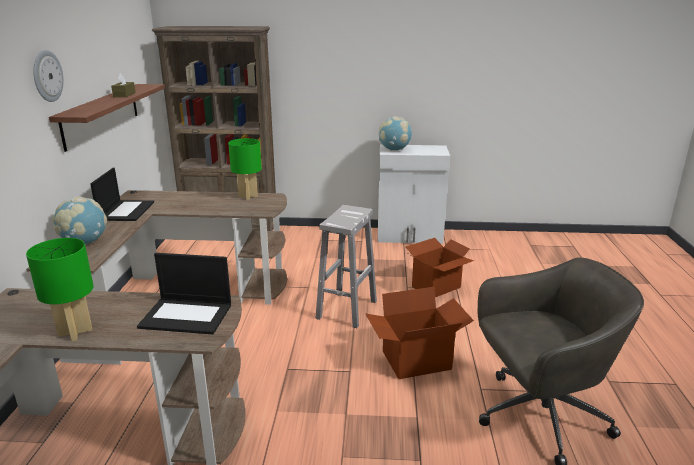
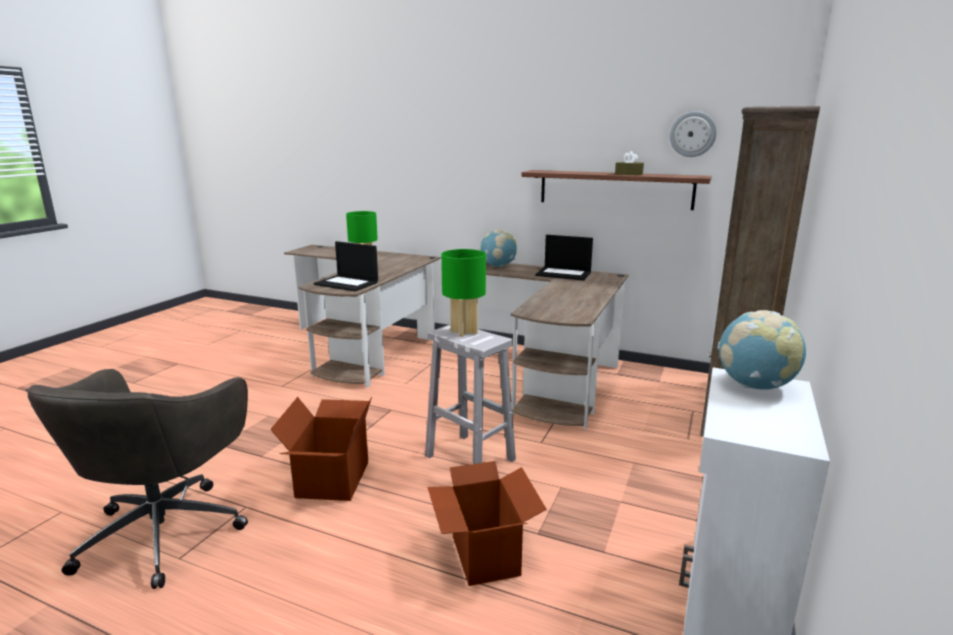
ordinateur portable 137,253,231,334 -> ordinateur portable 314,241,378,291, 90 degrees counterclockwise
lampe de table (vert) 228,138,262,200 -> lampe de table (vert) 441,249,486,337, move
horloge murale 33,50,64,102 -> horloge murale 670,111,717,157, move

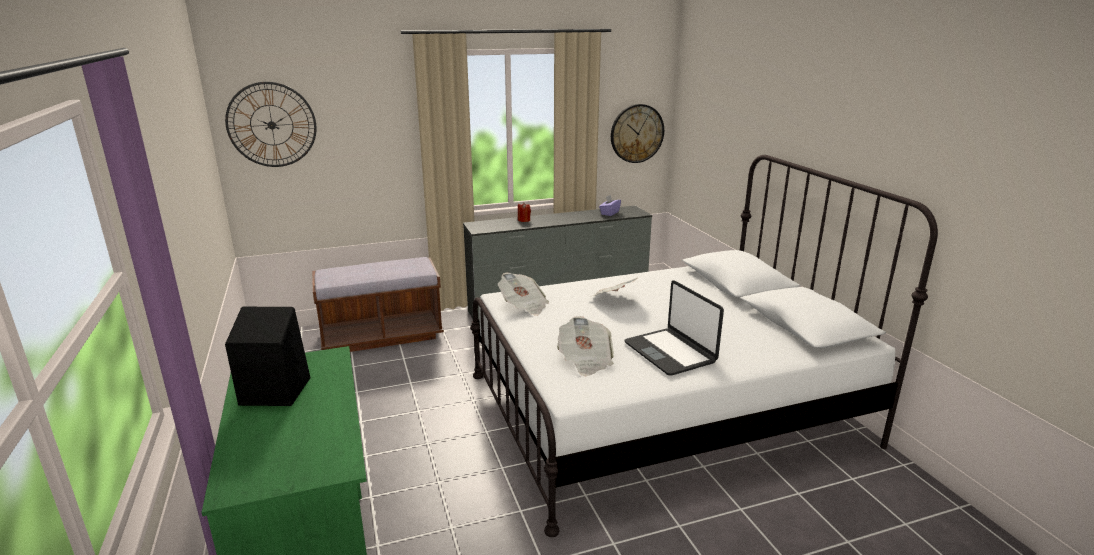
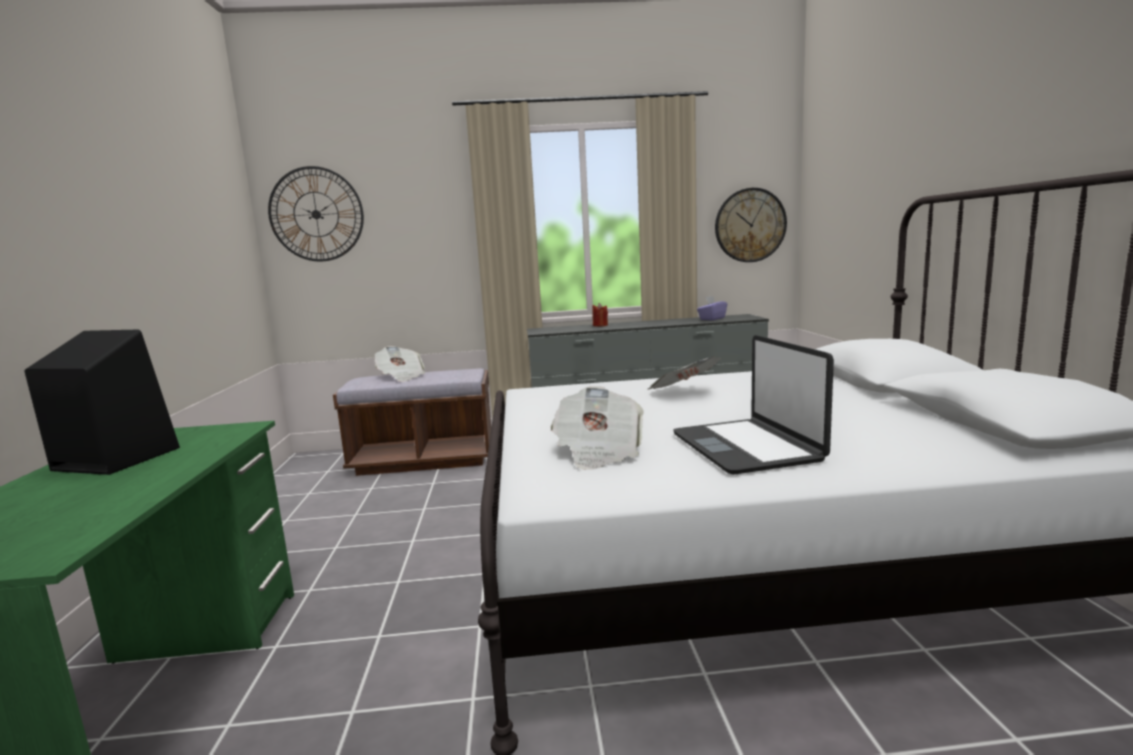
journal 498,272,549,316 -> journal 375,346,425,382, move

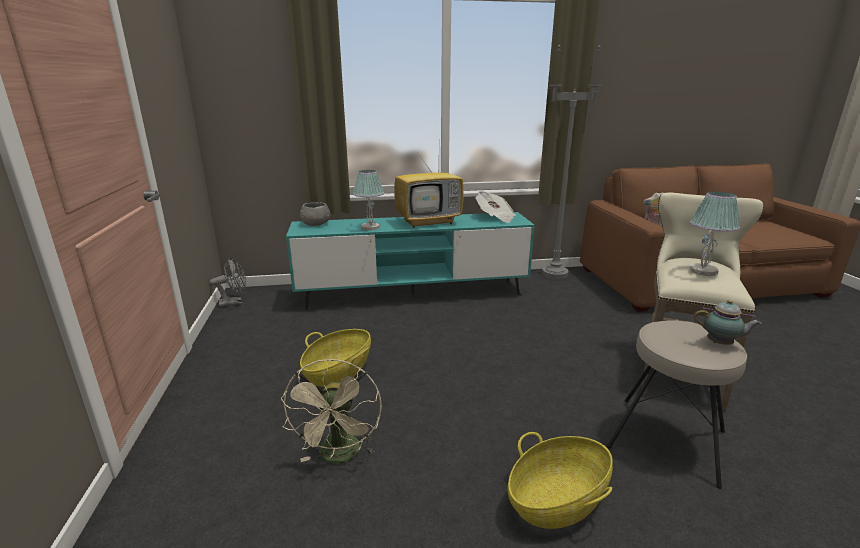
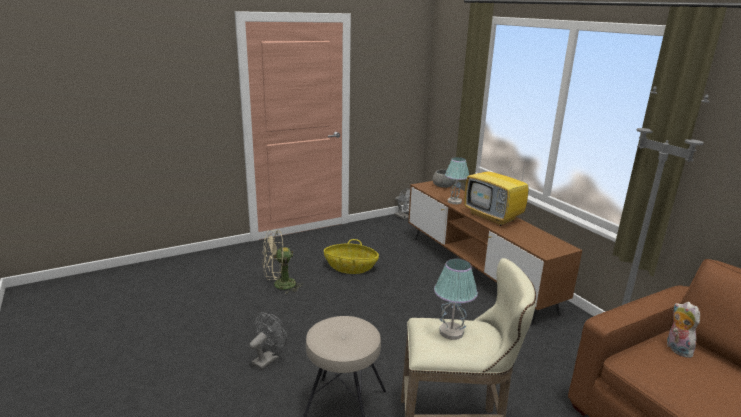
panier 507,432,613,529 -> ventilateur (gris) 249,312,287,370
meuble télé (turquoise) 286,212,535,310 -> meuble télé (marron) 408,181,583,324
journal 475,191,516,223 -> none
théière 694,300,762,345 -> none

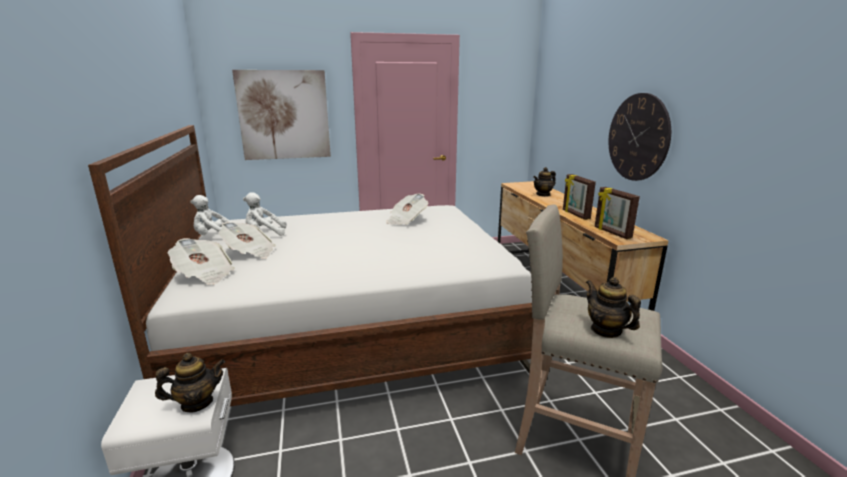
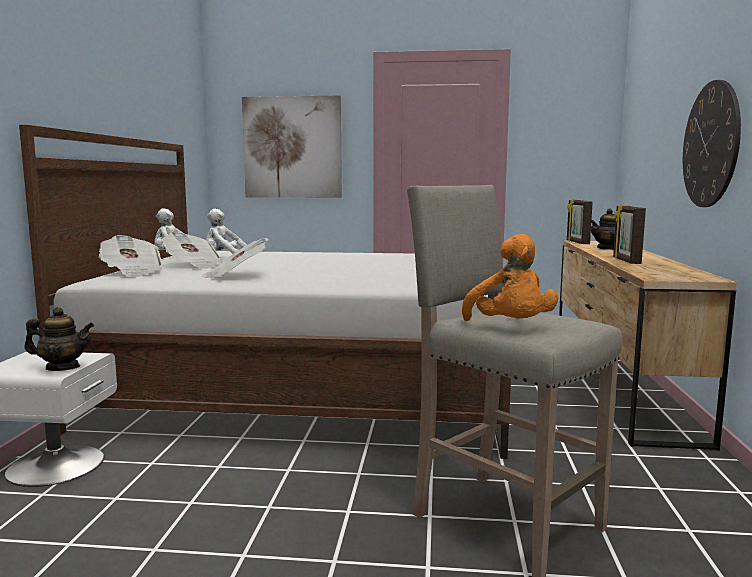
journal 386,193,428,225 -> journal 202,238,269,278, move
théière 586,277,641,338 -> peluche (orange) 462,234,558,321
cadre photo 595,187,640,239 -> cadre photo 567,199,593,244, move

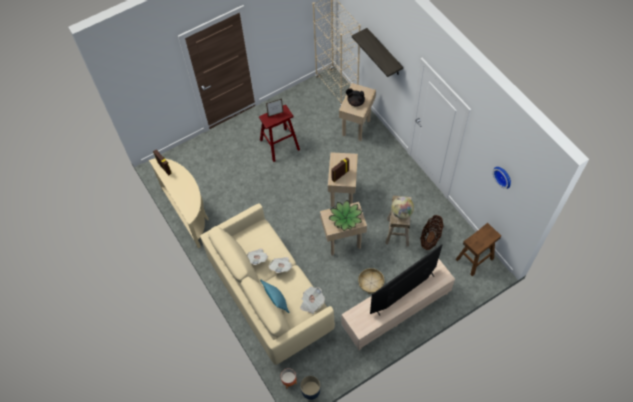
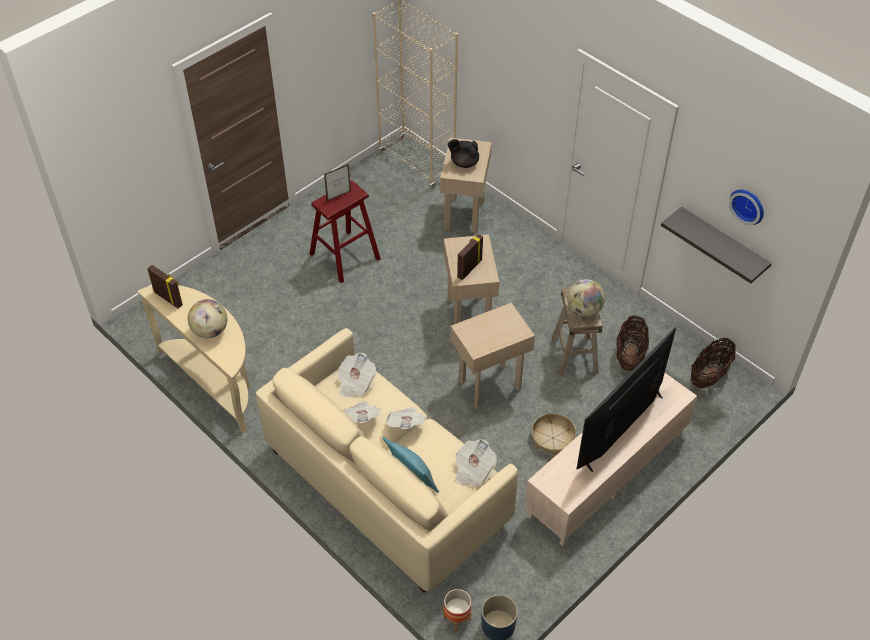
none -> globe 188,299,227,338
none -> journal 337,353,376,397
étagère 352,28,403,77 -> étagère 661,207,772,283, move
tabouret (marron) 455,223,501,276 -> panier 691,338,736,389
plante en pot 328,200,362,231 -> none

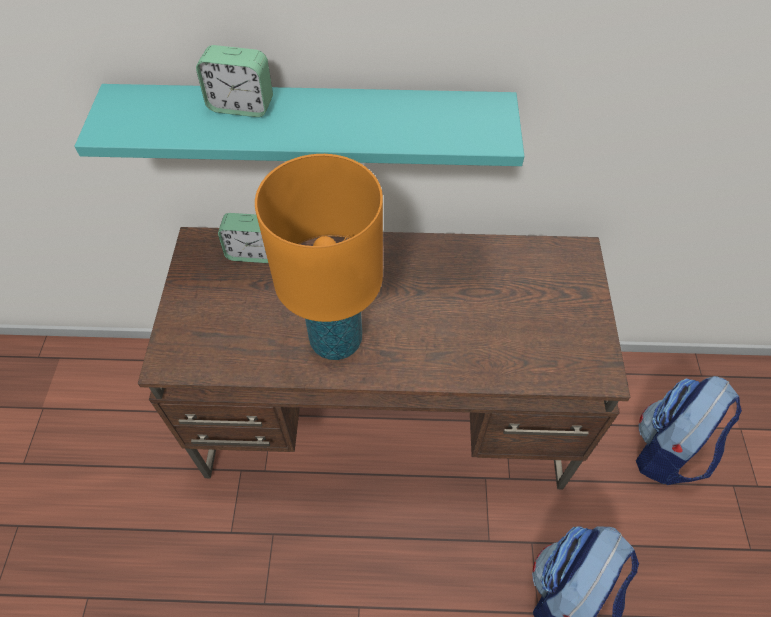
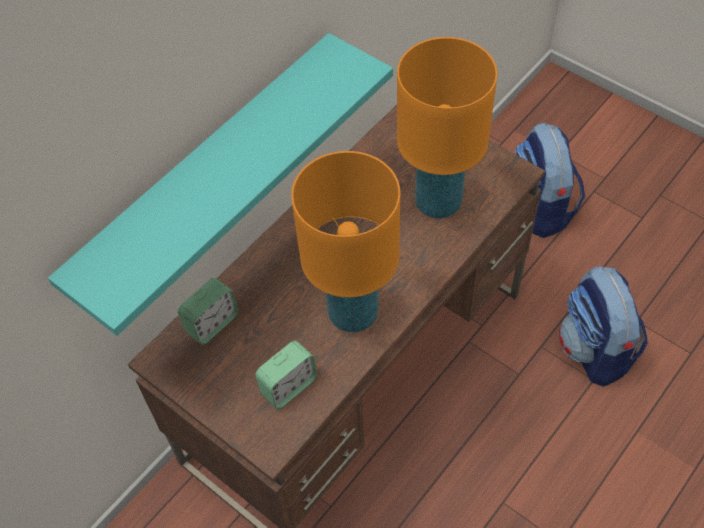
réveil 196,45,273,117 -> réveil 255,341,317,409, move
none -> lampe de table (orange) 397,37,497,219

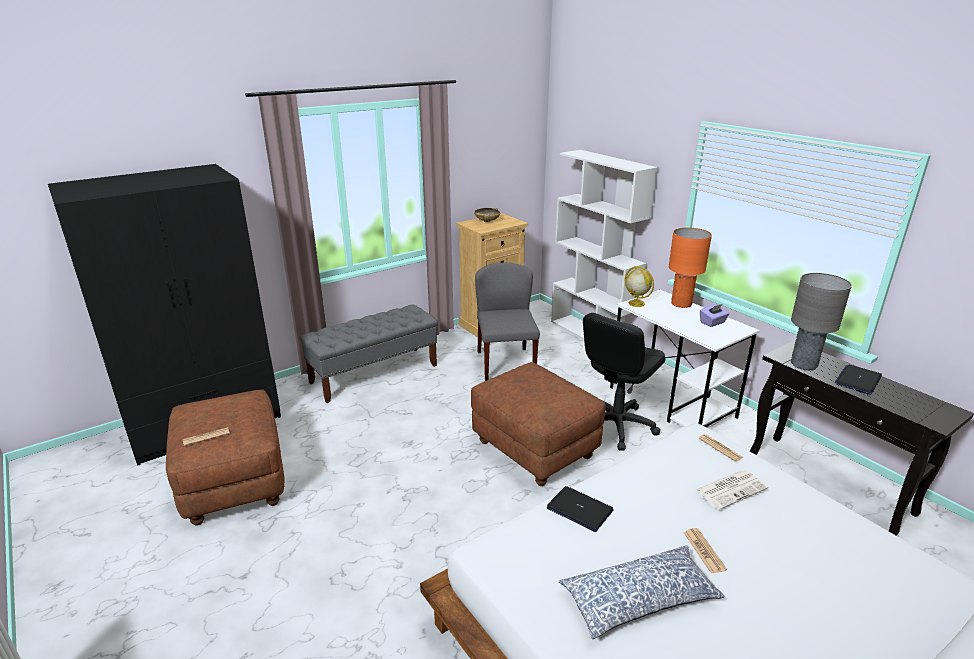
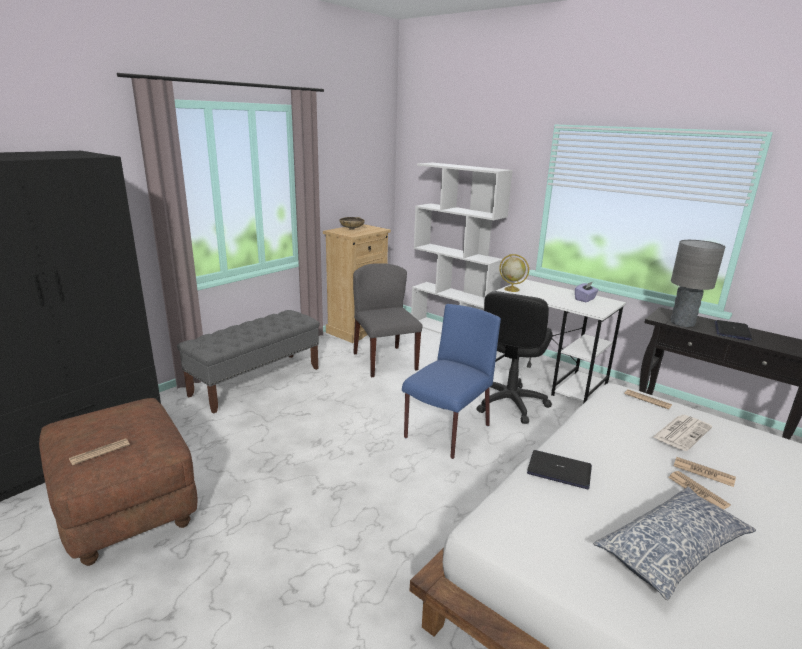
pouf (marron) 471,362,606,486 -> chaise (bleu) 402,304,501,459
none -> journal 674,457,736,487
lampe de table (orange) 669,227,712,308 -> none

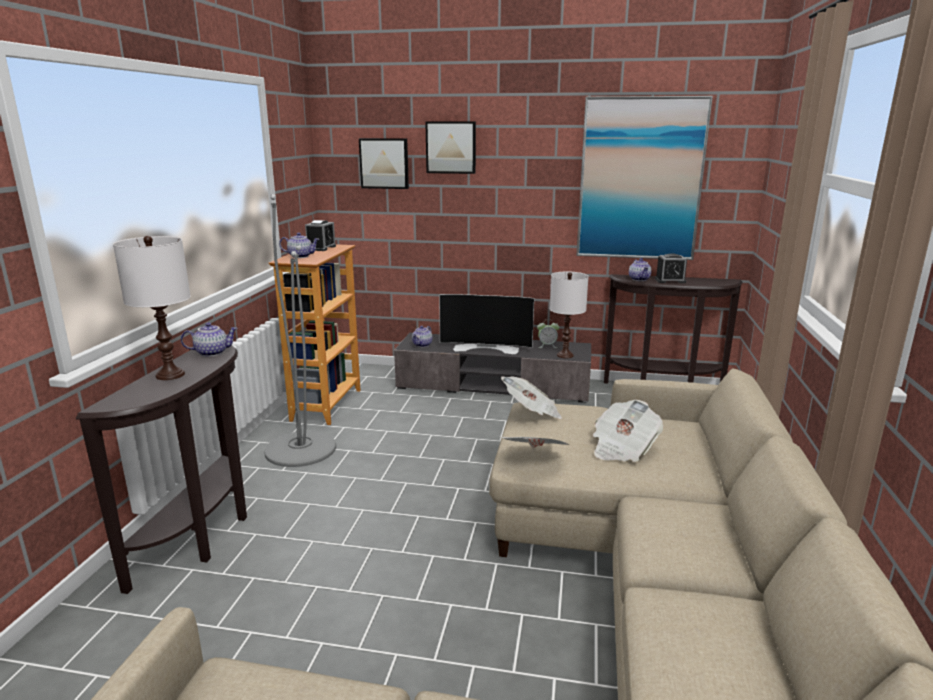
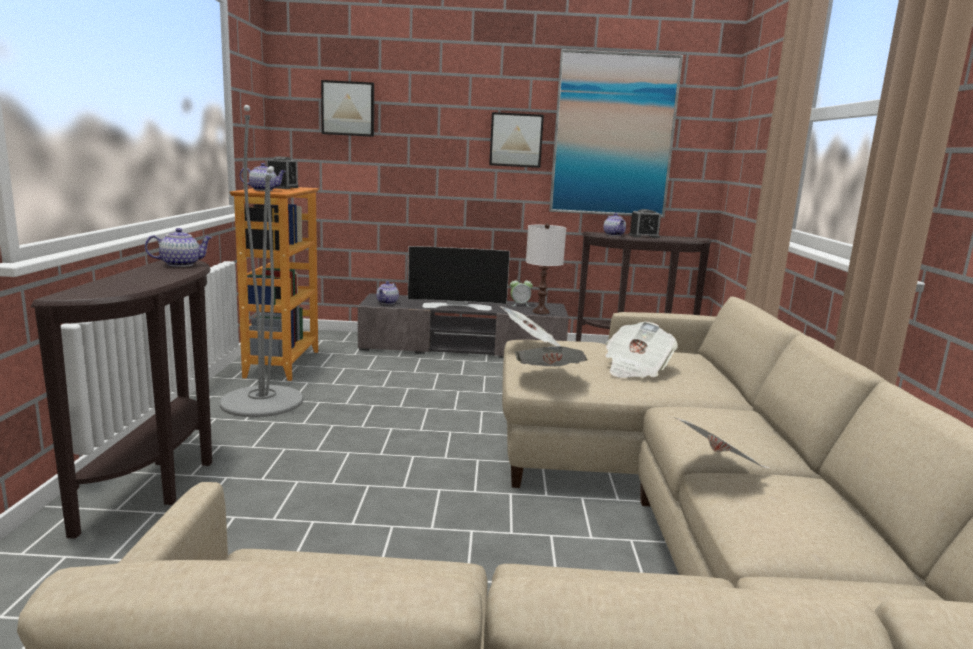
tableau 425,122,476,174 -> tableau 489,112,544,168, move
none -> journal 669,416,769,469
lampe de table (blanc) 113,236,191,380 -> none

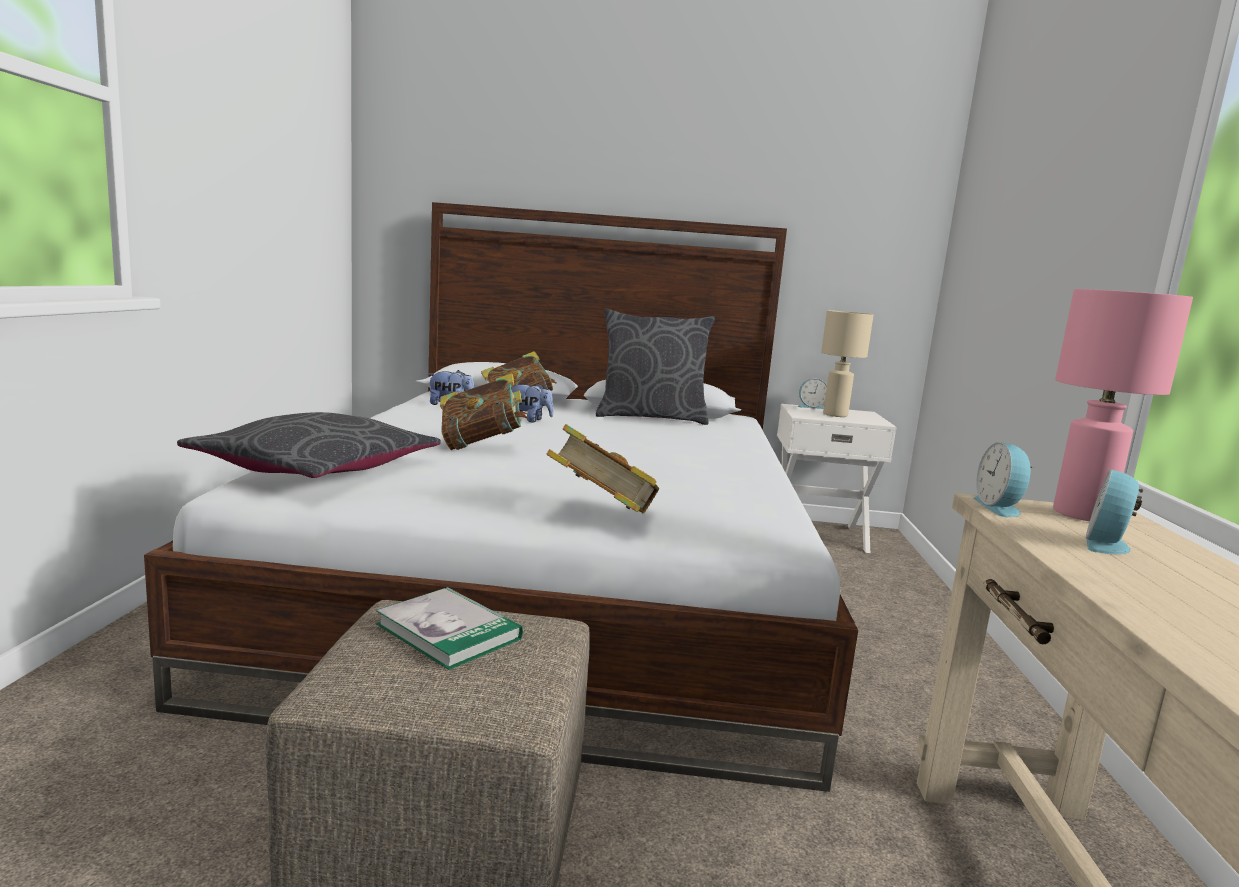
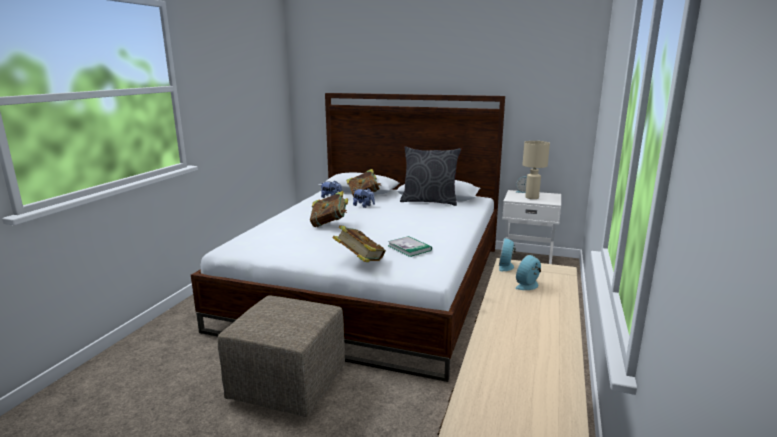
livre 376,587,523,670 -> livre 388,236,432,257, move
coussin (gris) 177,412,441,478 -> none
lampe de table (rose) 1053,289,1193,521 -> none

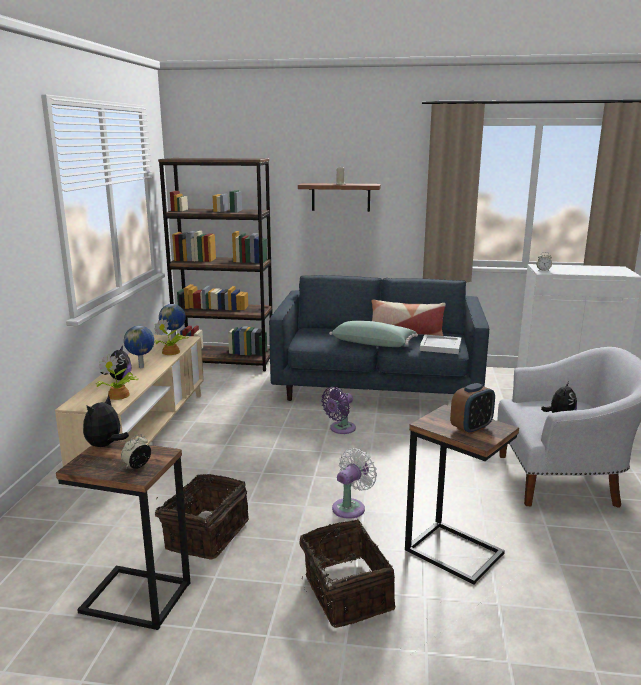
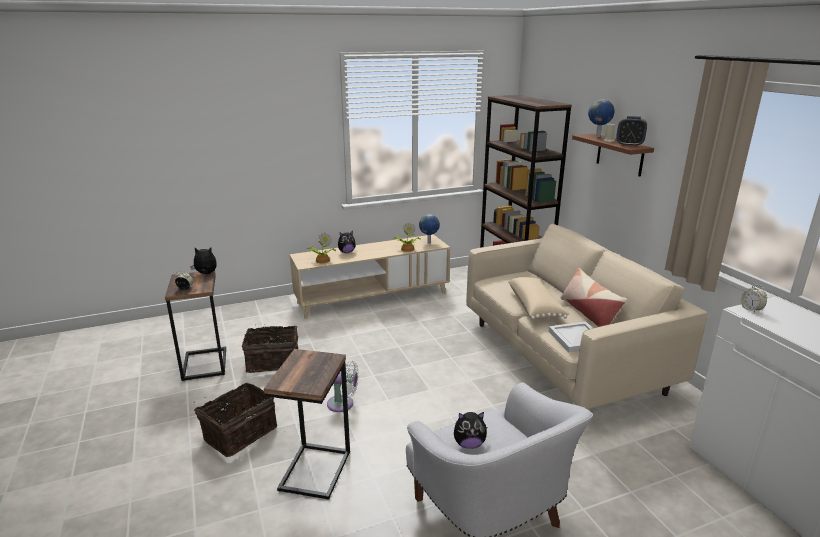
canapé (bleu) 269,275,489,401 -> canapé (beige) 466,224,708,409
coussin (vert) 329,321,418,347 -> coussin (beige) 508,277,569,319
globe 124,326,154,368 -> globe 588,99,615,137, move
réveil 450,383,495,435 -> réveil 616,116,647,147, move
ventilateur (violet) 321,387,356,434 -> none

